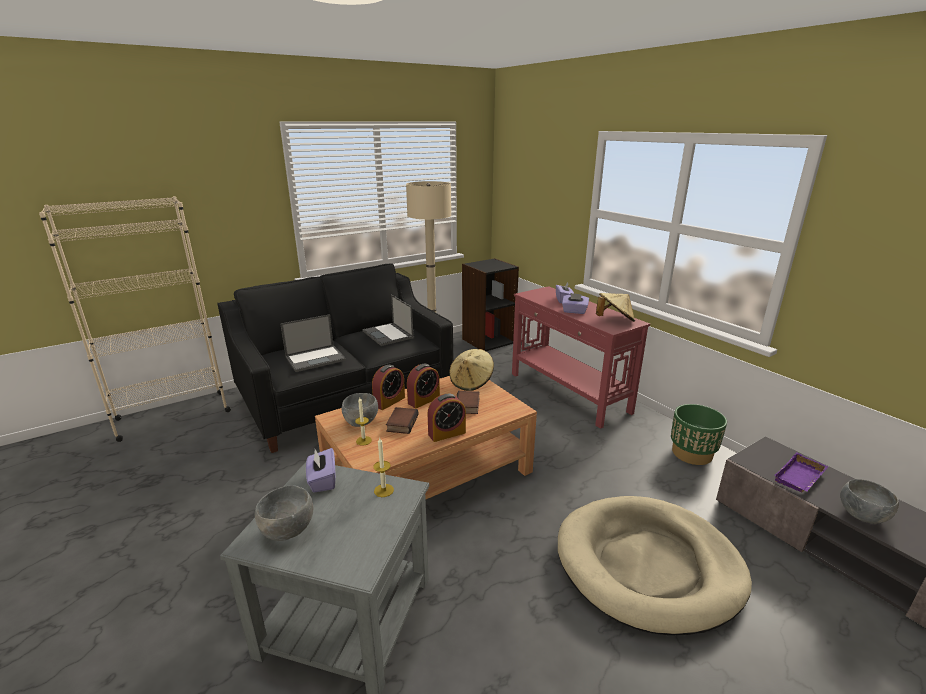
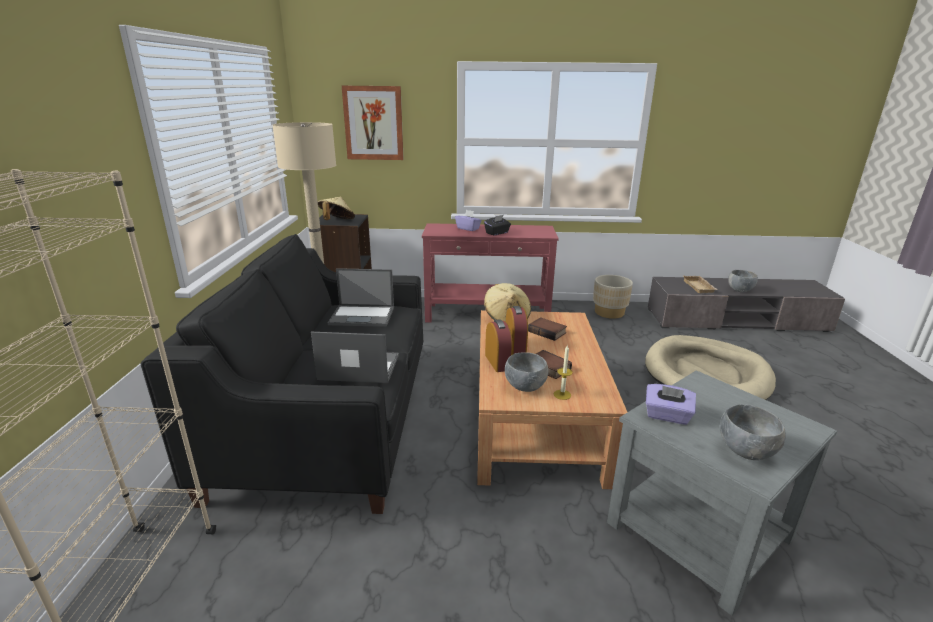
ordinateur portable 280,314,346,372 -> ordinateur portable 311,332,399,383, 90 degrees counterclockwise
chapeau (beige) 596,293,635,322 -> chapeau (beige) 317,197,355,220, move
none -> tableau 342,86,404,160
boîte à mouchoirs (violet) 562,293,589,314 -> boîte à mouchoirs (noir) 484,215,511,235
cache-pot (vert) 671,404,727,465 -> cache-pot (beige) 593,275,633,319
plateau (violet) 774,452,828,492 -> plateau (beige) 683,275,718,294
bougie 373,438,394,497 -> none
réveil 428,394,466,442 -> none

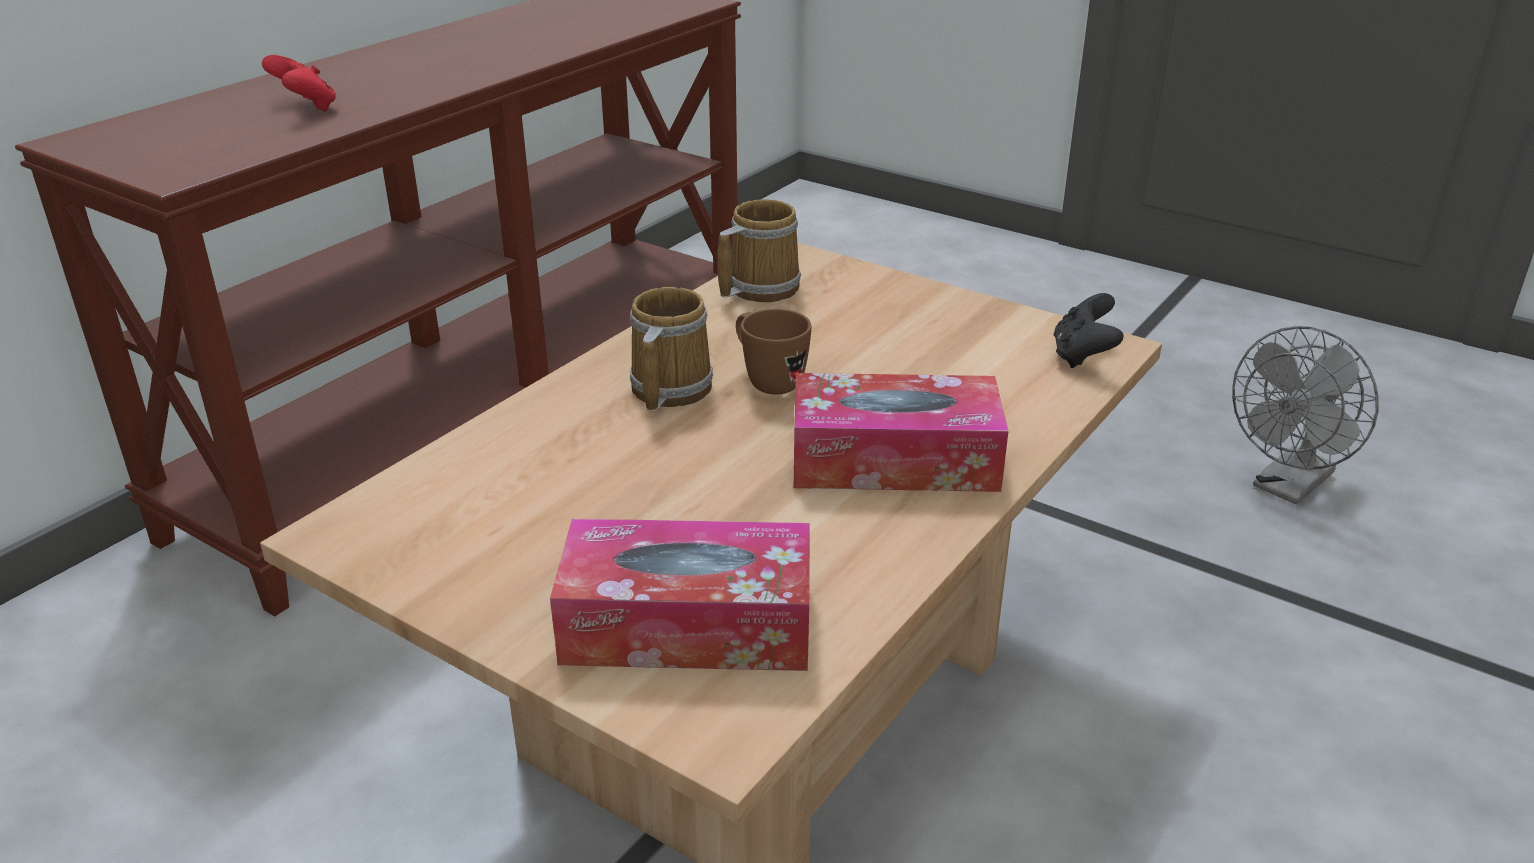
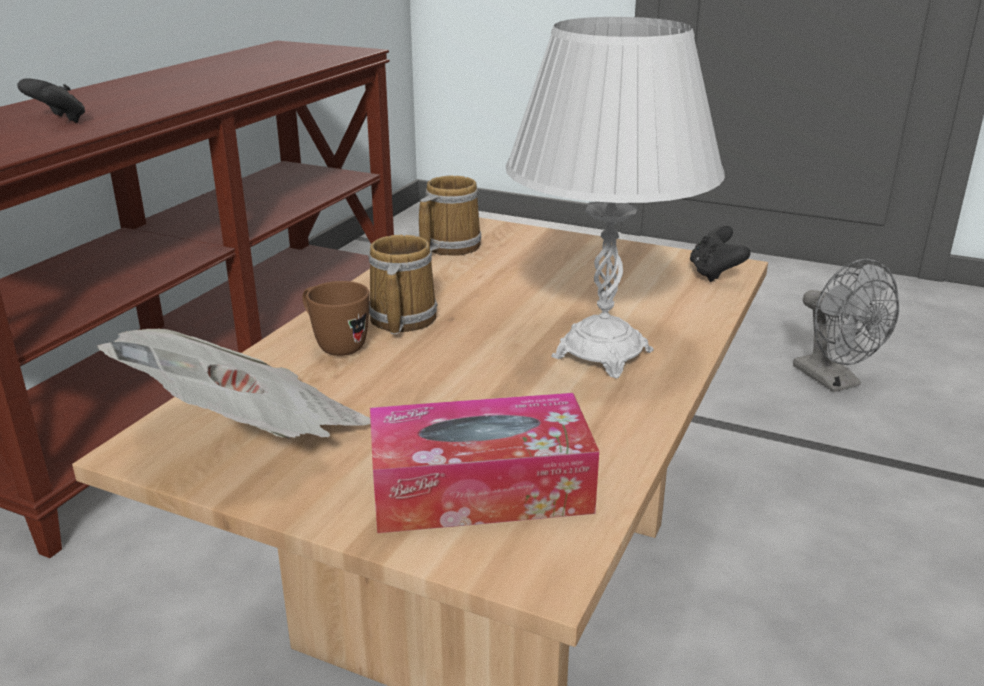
manette (rouge) 262,55,337,112 -> manette (noir) 17,78,86,123
none -> journal 97,328,371,439
mug (marron) 736,309,812,395 -> mug (marron) 302,281,370,356, move
boîte à mouchoirs 794,373,1008,492 -> lampe de table (blanc) 506,17,725,378
ventilateur (gris) 1232,326,1379,504 -> ventilateur (gris) 793,259,899,392, 60 degrees counterclockwise

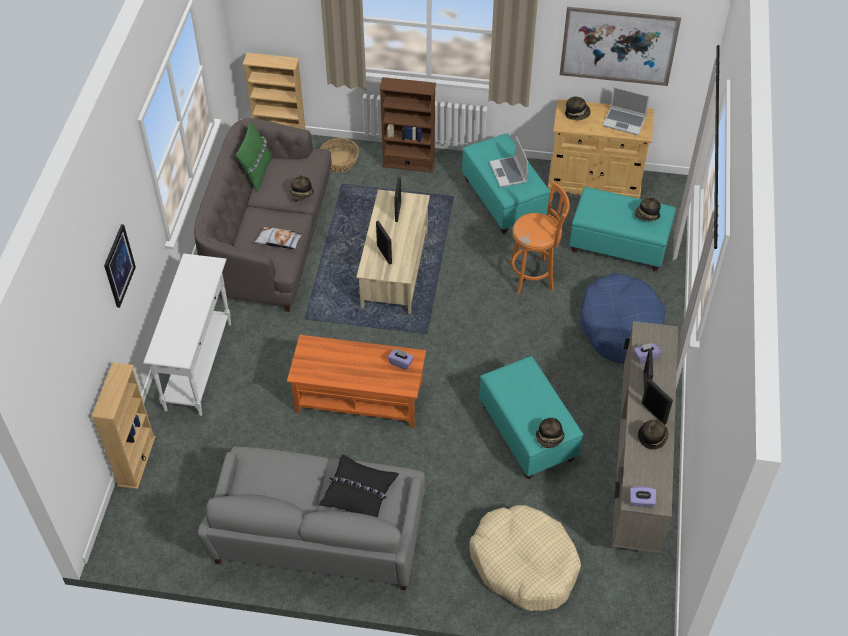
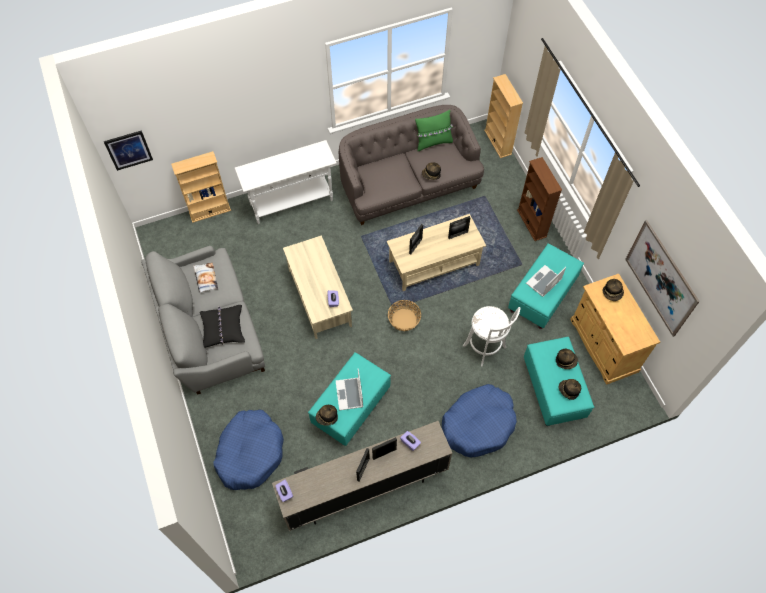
tableau 104,224,136,308 -> tableau 104,130,153,171, move
coussin 254,227,303,249 -> coussin 193,263,218,293, move
panier pour chien (beige) 469,505,581,611 -> panier pour chien (bleu) 213,410,284,490
table basse (orange) 287,335,426,428 -> table basse (beige) 283,235,353,339
ordinateur portable 602,87,650,135 -> ordinateur portable 336,369,363,410, move
panier 320,138,359,172 -> panier 388,300,421,331, move
tabouret (orange) 509,182,570,295 -> tabouret (blanc) 463,306,521,367
chapeau 638,420,669,450 -> chapeau 556,349,578,369, move

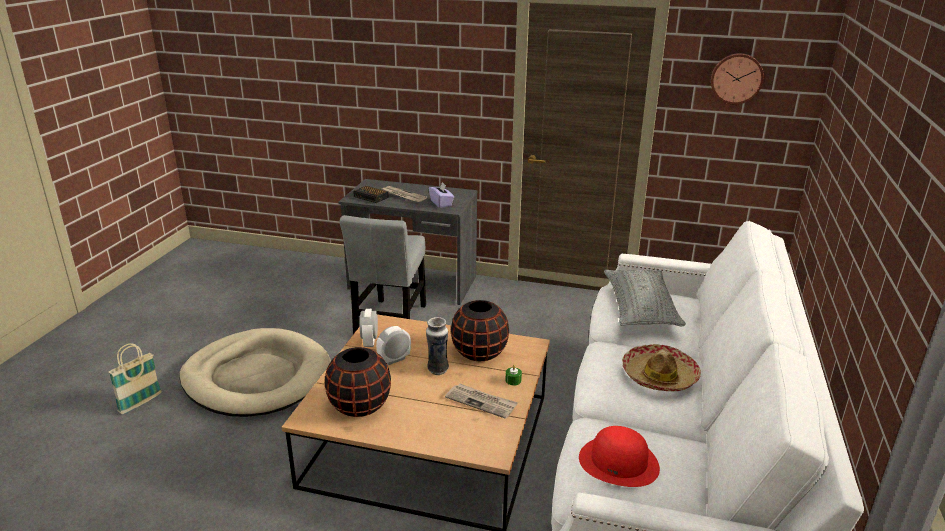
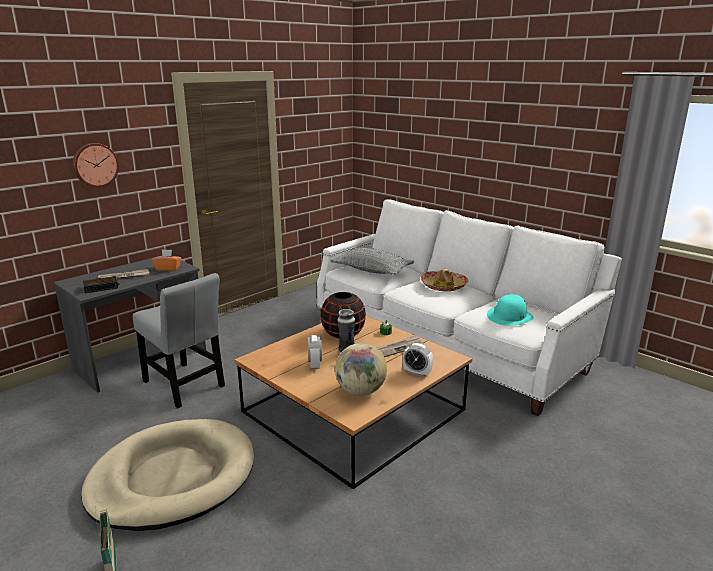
horloge murale 711,53,764,105 -> horloge murale 73,143,119,187, move
boîte à mouchoirs (violet) 429,182,454,208 -> boîte à mouchoirs (orange) 152,249,181,271
vase (noir) 325,347,391,417 -> globe 335,343,387,396
réveil 360,309,378,347 -> réveil 403,343,433,377, move
chapeau (rouge) 579,426,660,487 -> chapeau (turquoise) 487,294,534,326

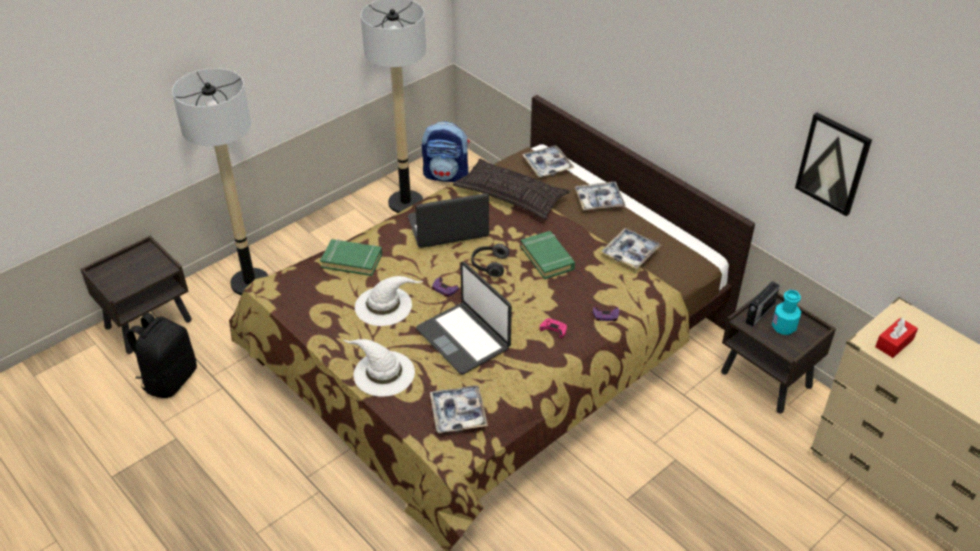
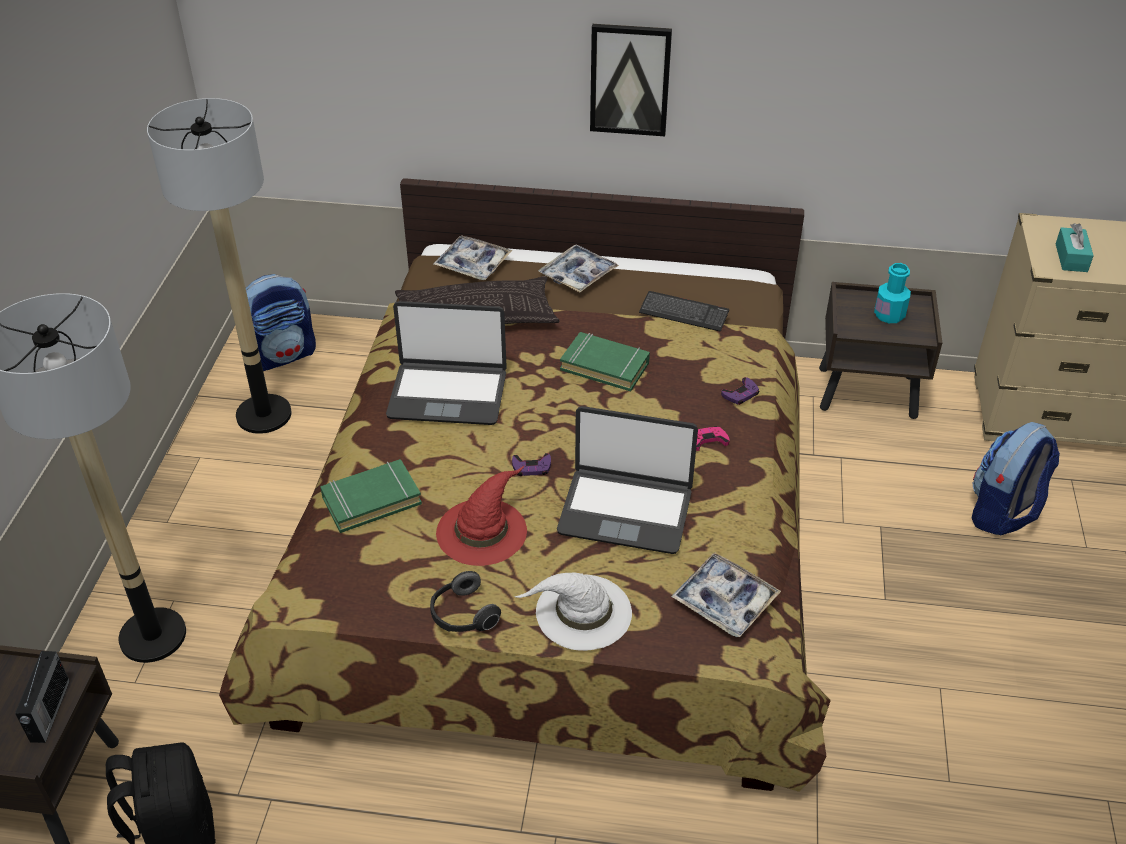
radio 746,281,780,327 -> radio 15,651,70,743, move
ordinateur portable 408,193,489,248 -> ordinateur portable 386,301,507,425, 120 degrees counterclockwise
casque audio 471,244,510,277 -> casque audio 430,571,501,632, move
chapeau (blanc) 355,276,423,326 -> chapeau (rouge) 436,466,527,566
tableau 795,112,872,216 -> tableau 590,24,672,136, move
plateau 602,228,661,269 -> clavier 639,291,729,332
none -> sac à dos 972,422,1060,536
boîte à mouchoirs (rouge) 875,318,918,358 -> boîte à mouchoirs (turquoise) 1056,223,1094,272

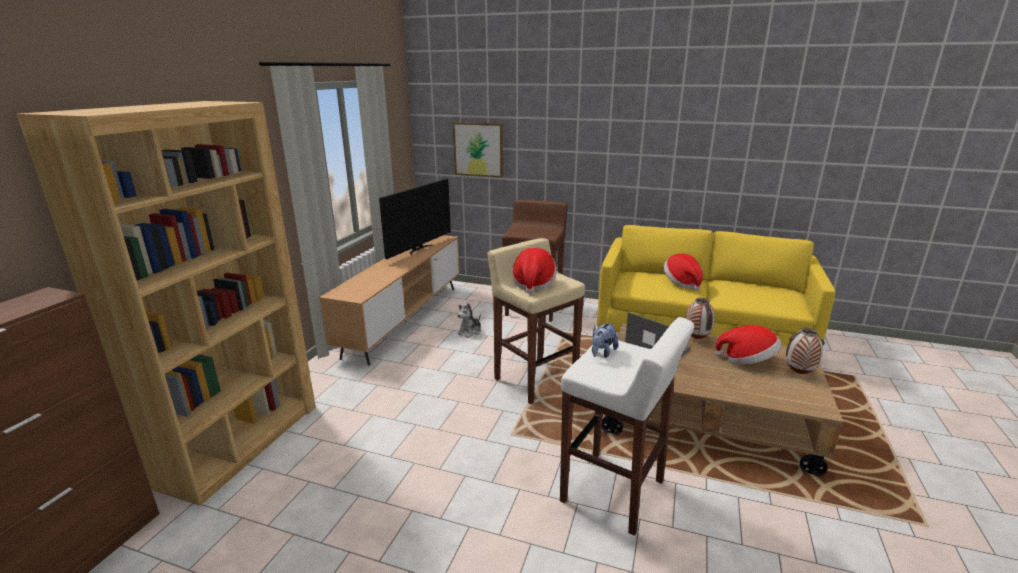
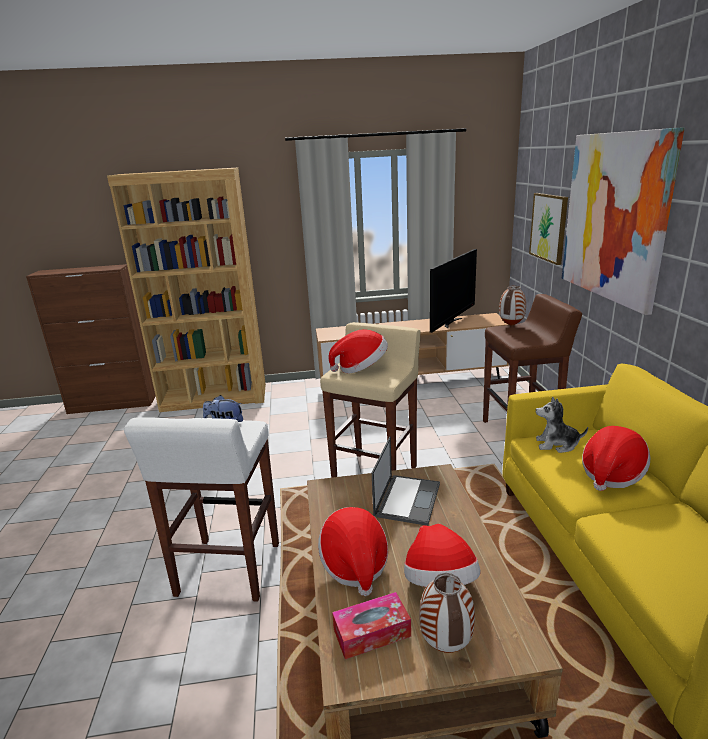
none -> chapeau 318,507,388,596
none -> boîte à mouchoirs 332,592,411,659
téléviseur 379,179,451,259 -> téléviseur 430,249,477,333, 60 degrees counterclockwise
vase 685,298,715,339 -> vase 499,286,526,326, move
peluche 457,303,481,338 -> peluche 536,396,588,453, move
none -> tableau 562,127,685,315

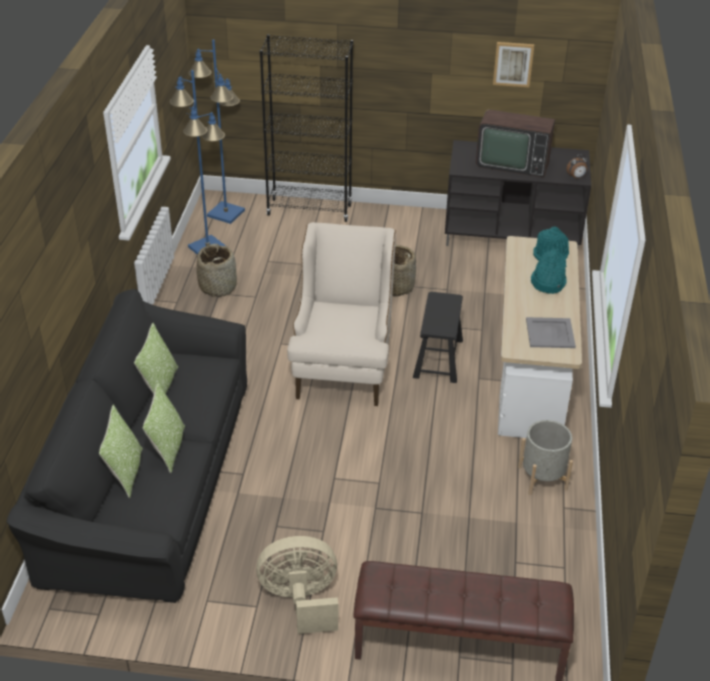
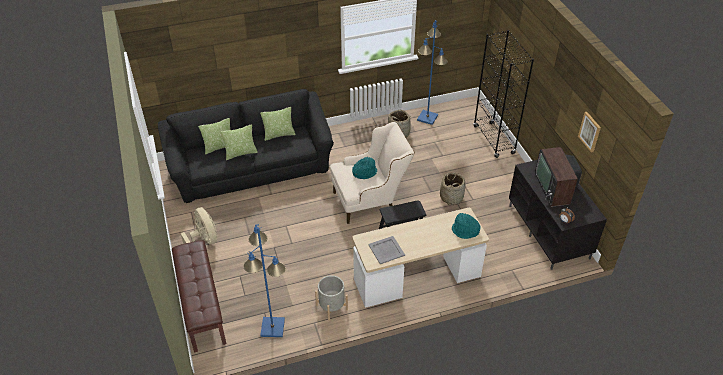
lampadaire (bleu) 188,39,245,224 -> lampadaire (bleu) 243,224,286,337, move
chapeau (turquoise) 531,249,567,294 -> chapeau (turquoise) 352,157,377,179, move

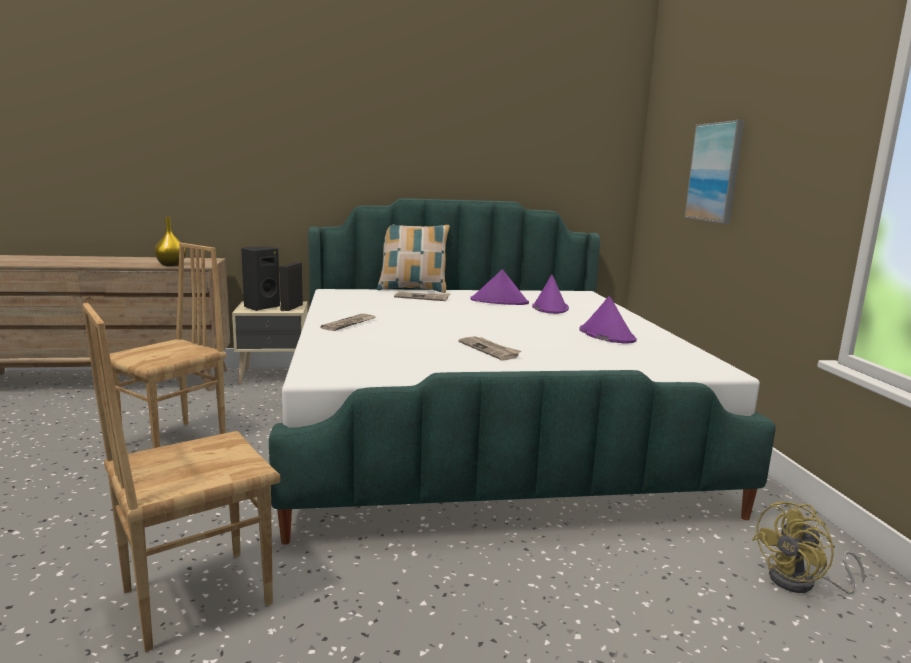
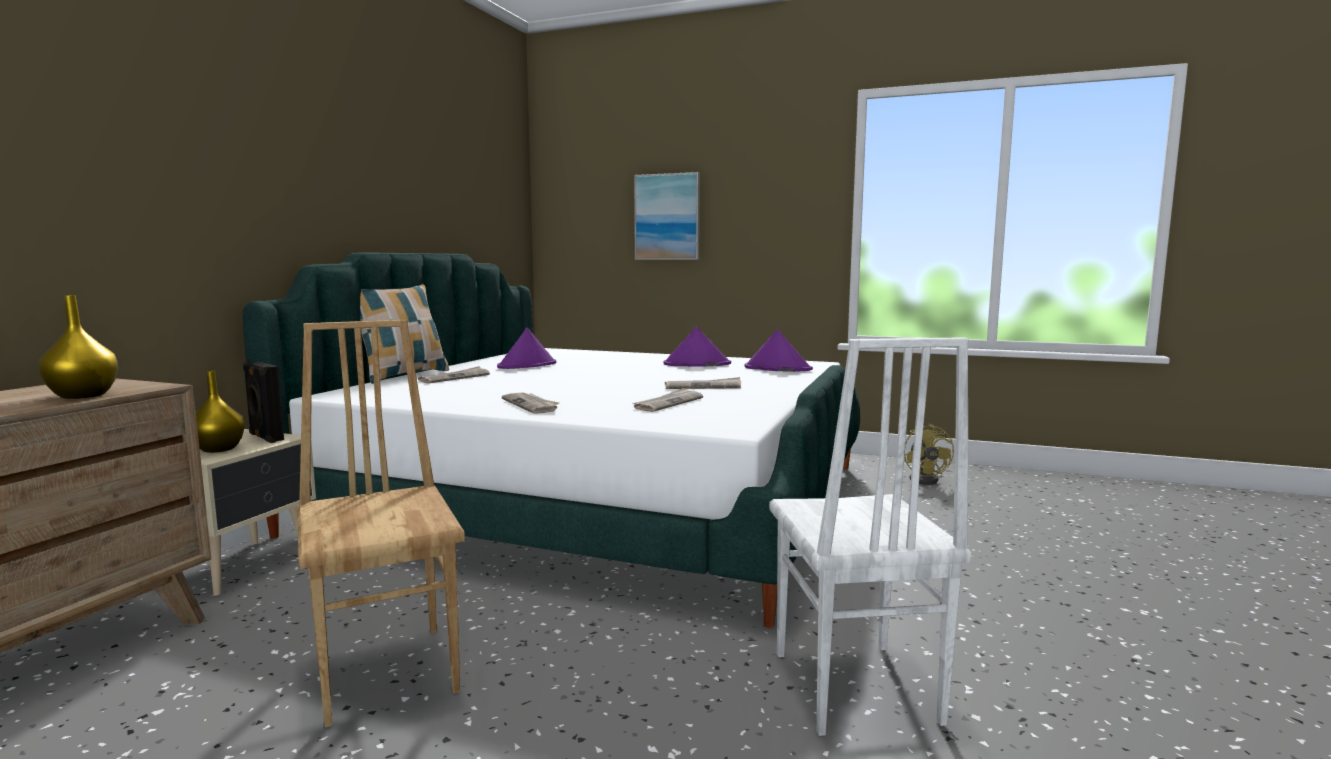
enceinte (noir) 241,246,280,311 -> vase (jaune) 196,371,245,453
none -> journal 632,388,703,412
chapeau (violet) 532,275,569,314 -> chapeau (violet) 744,329,813,372, move
chaise (marron) 82,303,280,652 -> chaise (blanc) 769,337,971,736

